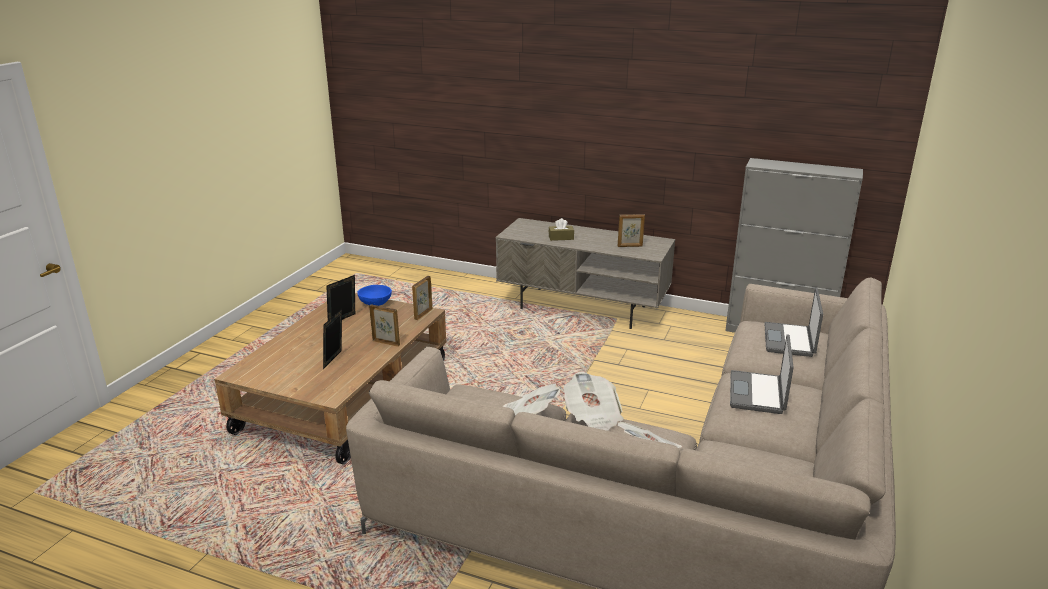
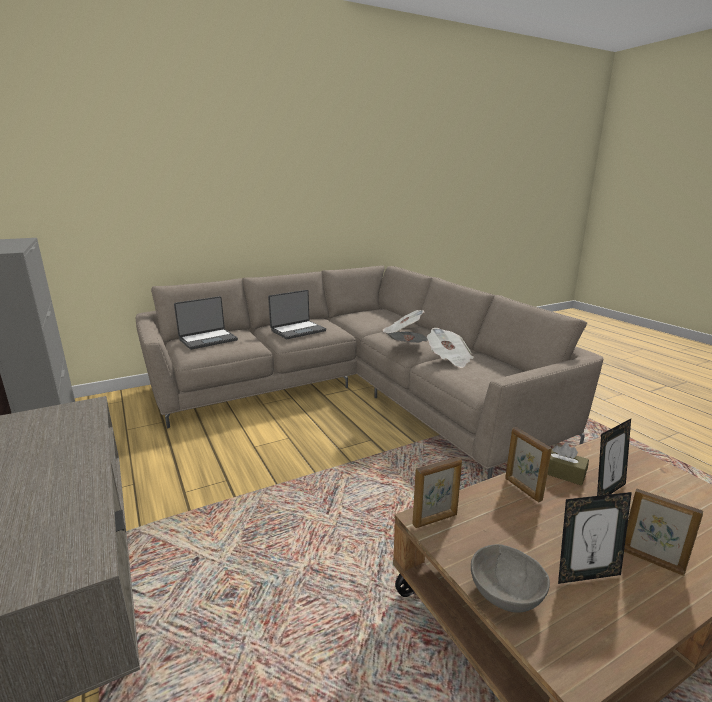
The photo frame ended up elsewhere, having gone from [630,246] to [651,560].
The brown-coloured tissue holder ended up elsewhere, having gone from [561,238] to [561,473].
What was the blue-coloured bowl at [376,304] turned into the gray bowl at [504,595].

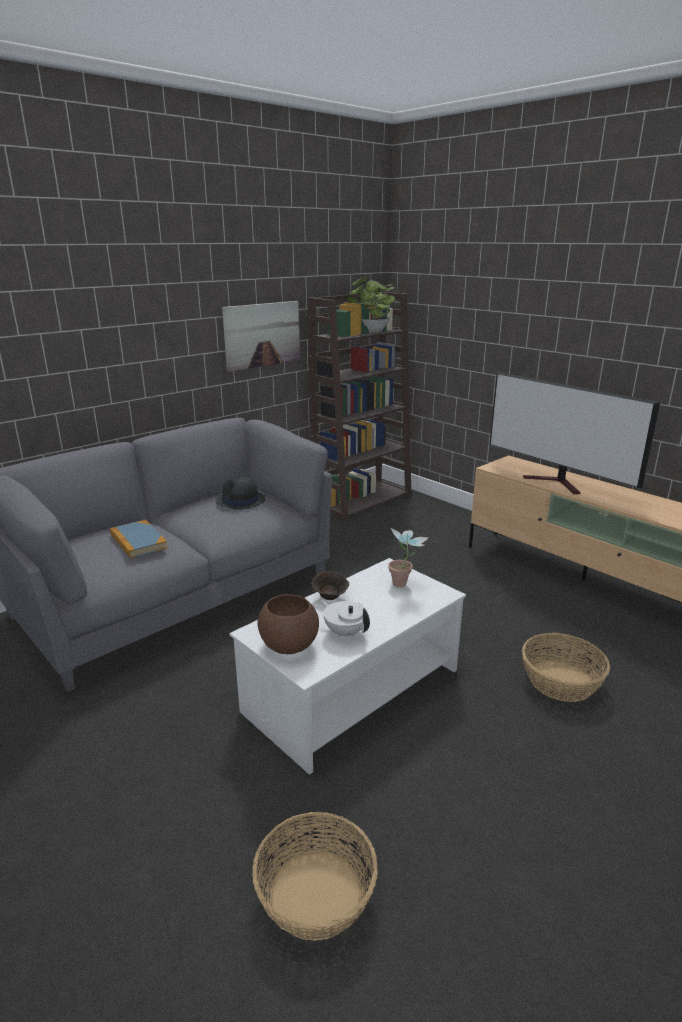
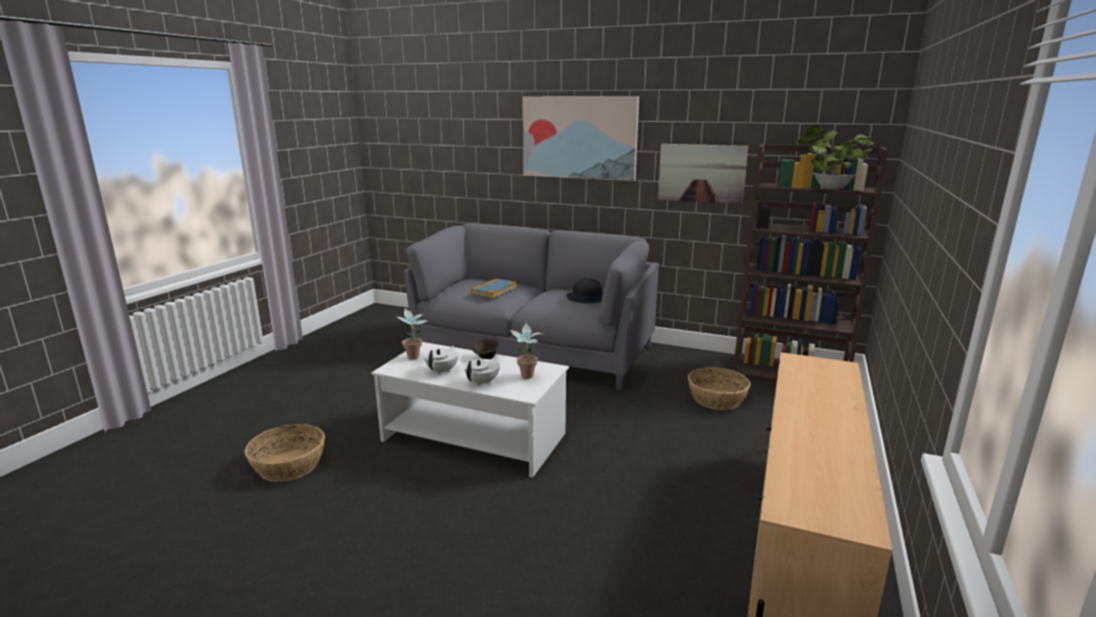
The second view lost the TV set at [557,483].
Where the brown-coloured bowl stood at [288,646], the plant in a pot came to stand at [415,358].
The household basket ended up elsewhere, having gone from [561,681] to [717,399].
The second view gained the wall art at [579,137].
The second view gained the whitish pot for tea at [483,382].

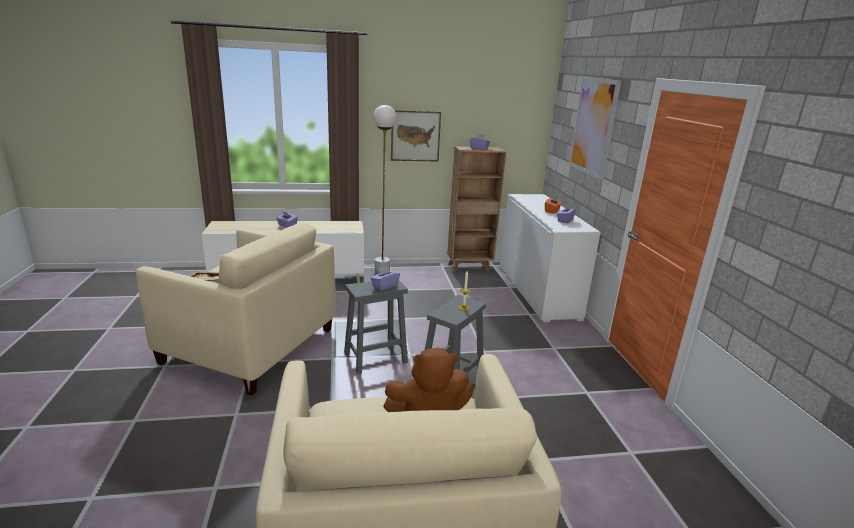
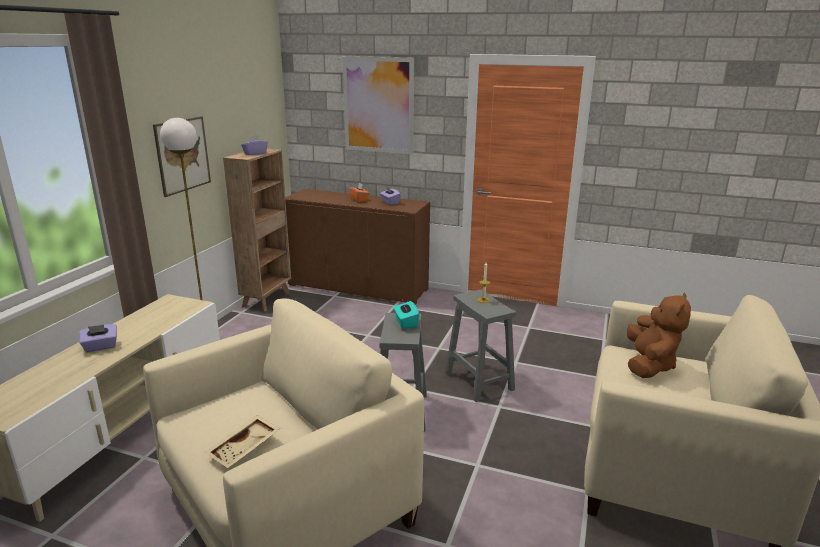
What was the whitish cupboard at [537,291] turned into the brown-coloured cupboard at [358,287].
What was the purple tissue holder at [385,286] turned into the turquoise tissue holder at [406,323].

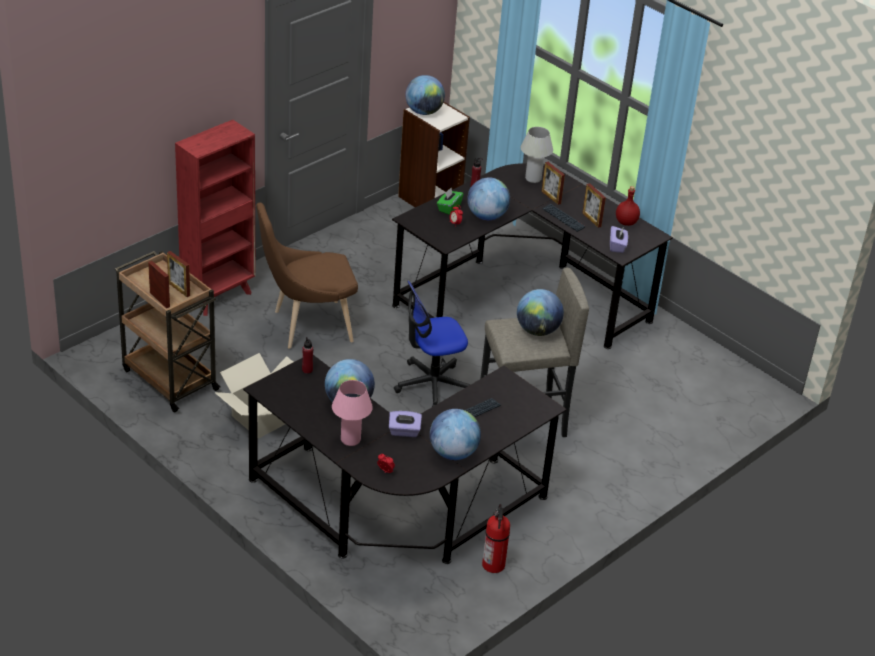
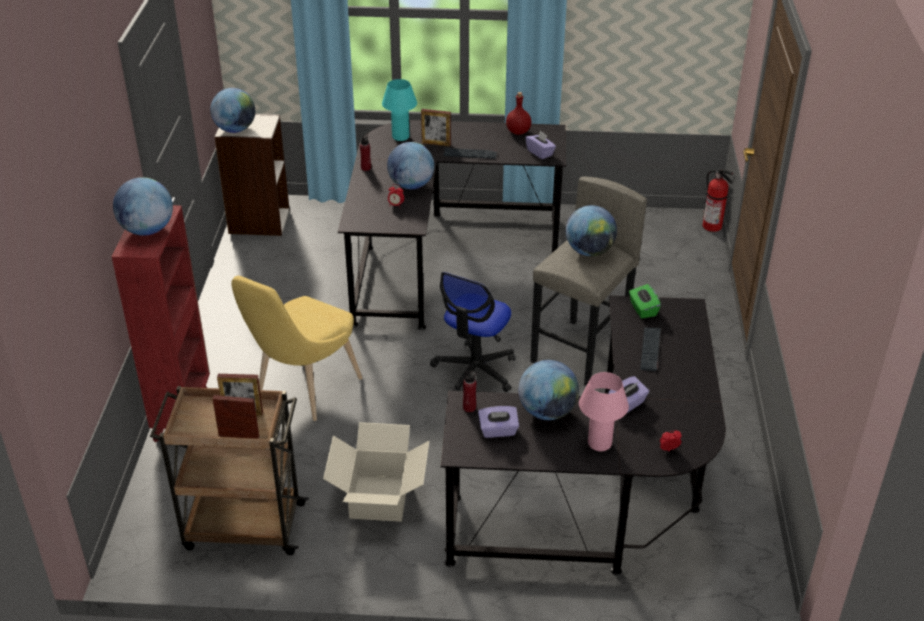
What was the whitish table lamp at [533,179] turned into the turquoise table lamp at [400,137].
The second view lost the photo frame at [591,220].
The green tissue holder ended up elsewhere, having gone from [449,208] to [643,309].
What was the brown-coloured chair at [307,326] turned into the yellow-coloured chair at [303,391].
The globe ended up elsewhere, having gone from [453,453] to [147,230].
The fire-fighting cylinder ended up elsewhere, having gone from [494,565] to [713,226].
The second view gained the purple tissue holder at [498,431].

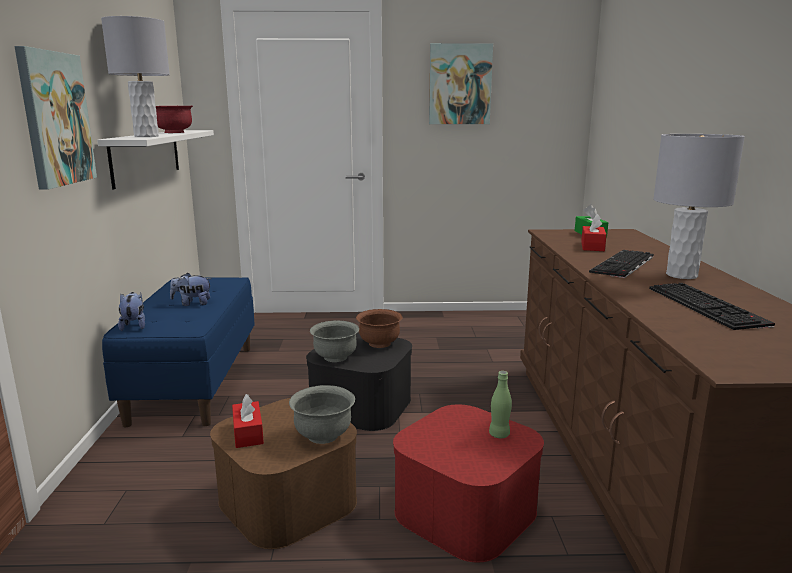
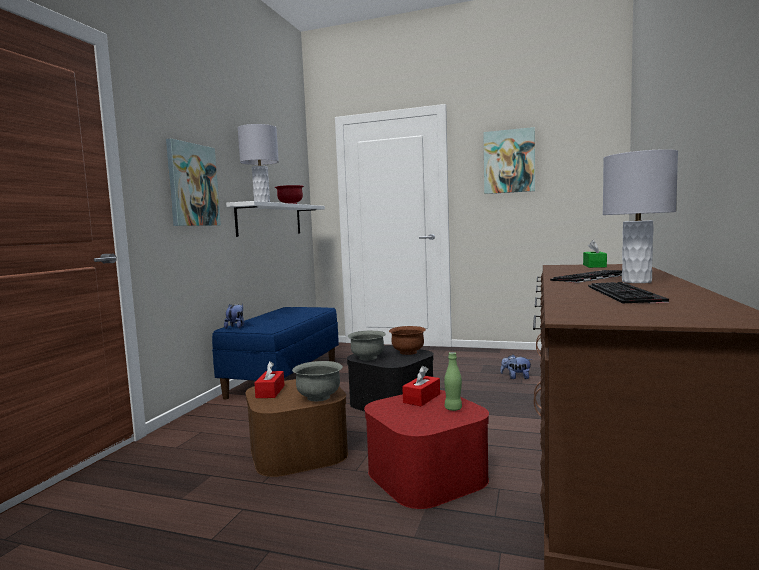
The reddish tissue holder ended up elsewhere, having gone from [592,246] to [422,398].
The soft toy ended up elsewhere, having gone from [192,303] to [516,377].

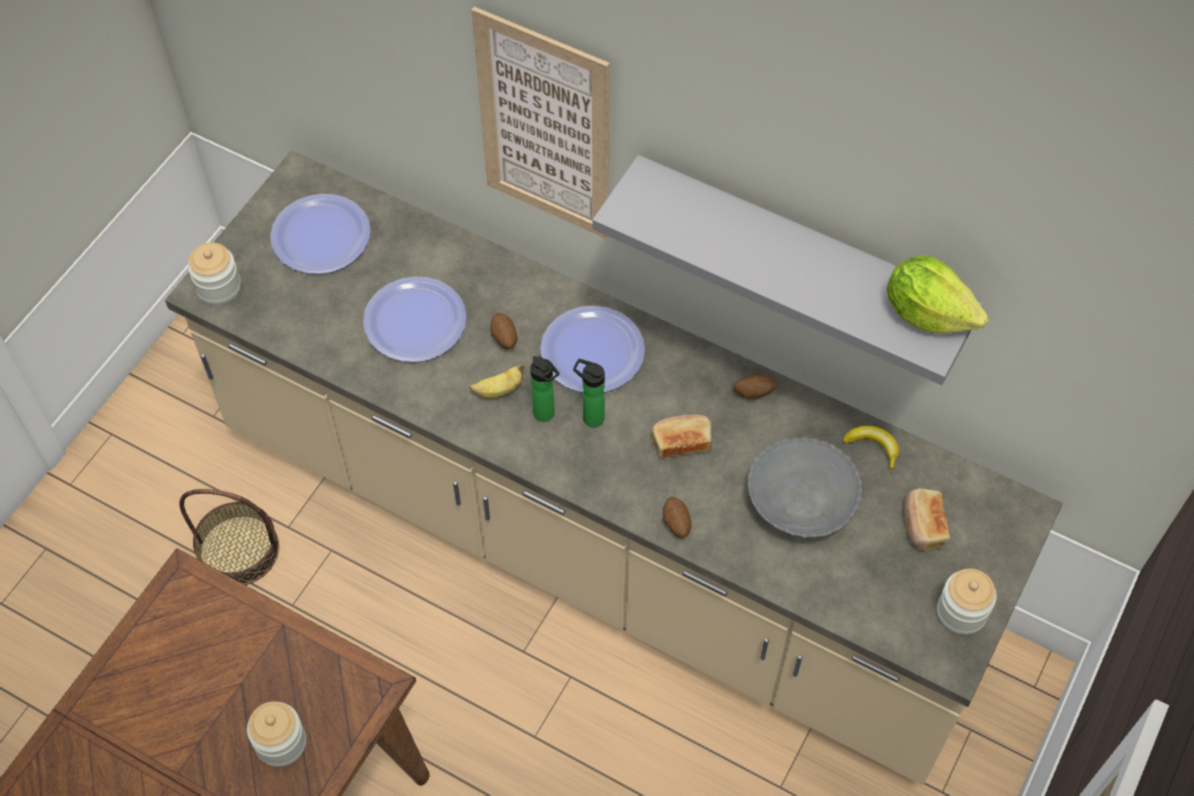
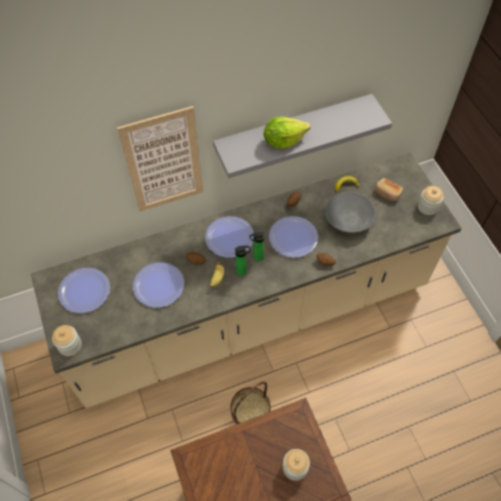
The head of lettuce ended up elsewhere, having gone from [927,313] to [283,141].
Where the bread stood at [681,441], the plate came to stand at [293,237].
The household basket ended up elsewhere, having gone from [239,550] to [250,410].

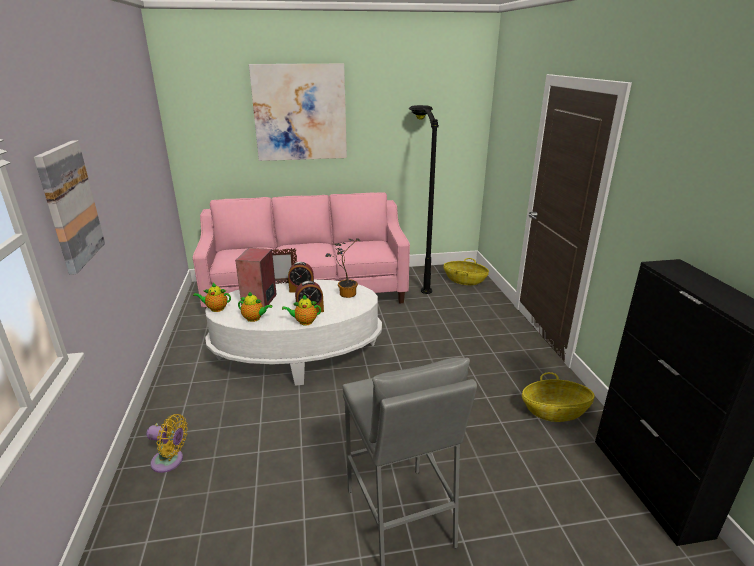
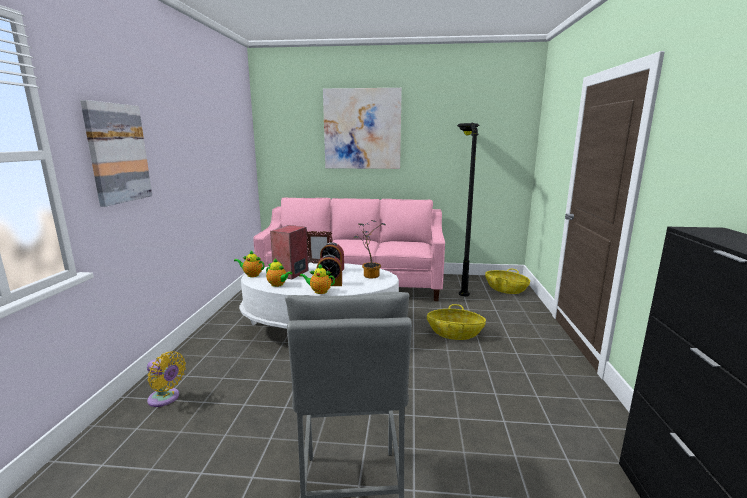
The household basket ended up elsewhere, having gone from [554,411] to [454,334].

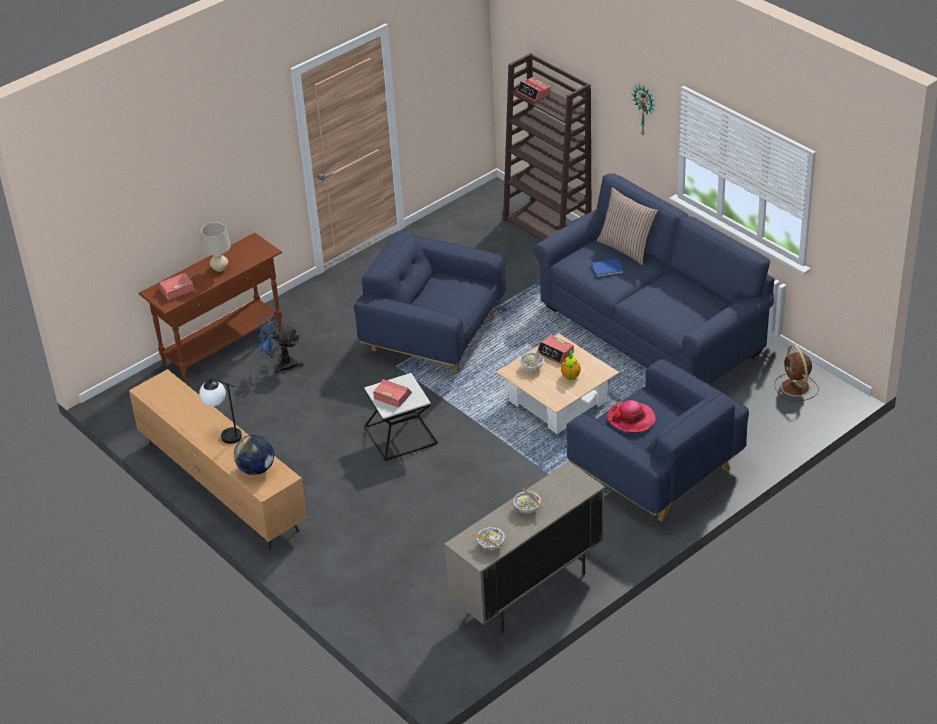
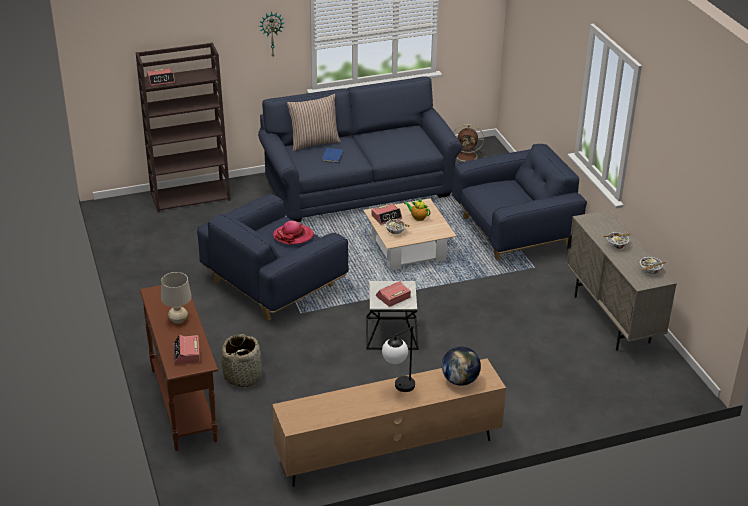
Where the blue-coloured fan stood at [281,365], the household basket came to stand at [242,376].
The wearable hat ended up elsewhere, having gone from [631,419] to [293,236].

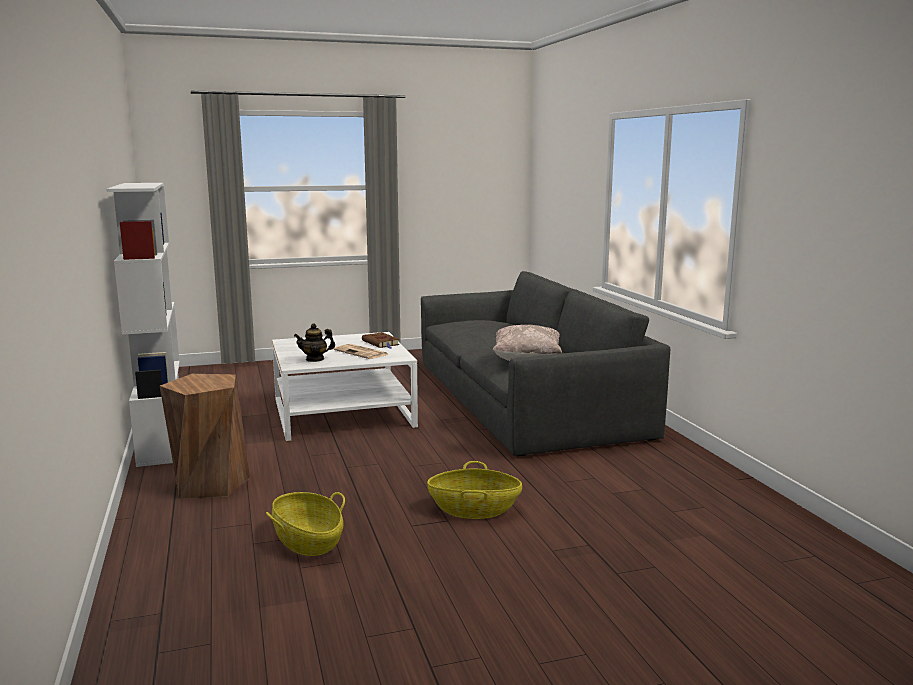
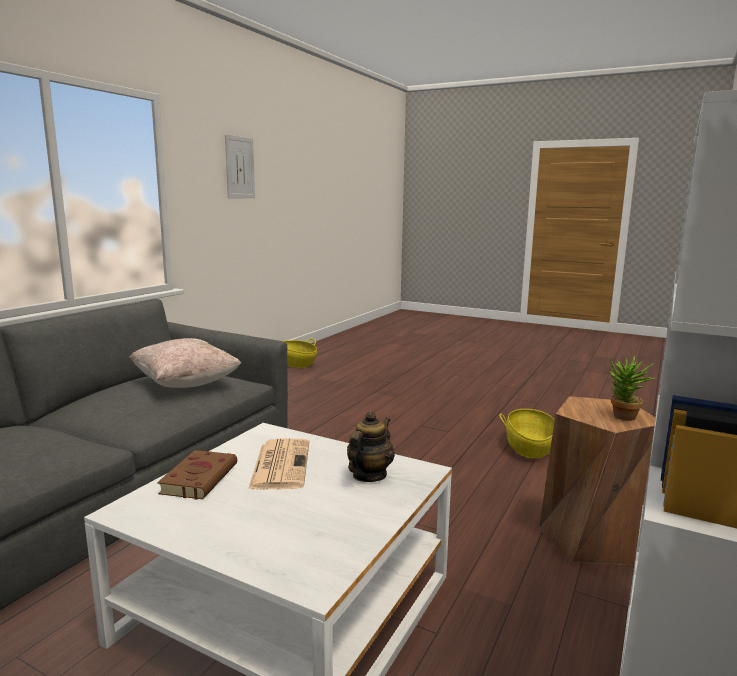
The pot for tea at [315,359] ended up facing another way, 90 degrees counterclockwise from before.
The household basket ended up elsewhere, having gone from [474,509] to [296,363].
The second view gained the wall art at [240,167].
The second view gained the plant in a pot at [623,418].

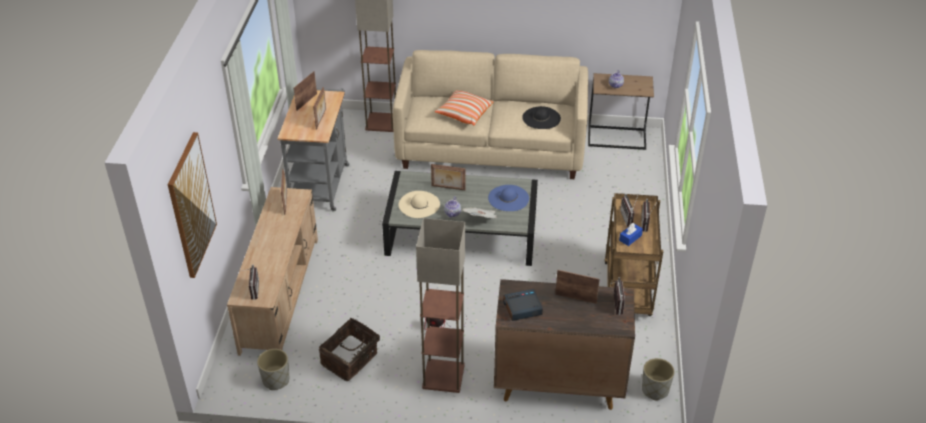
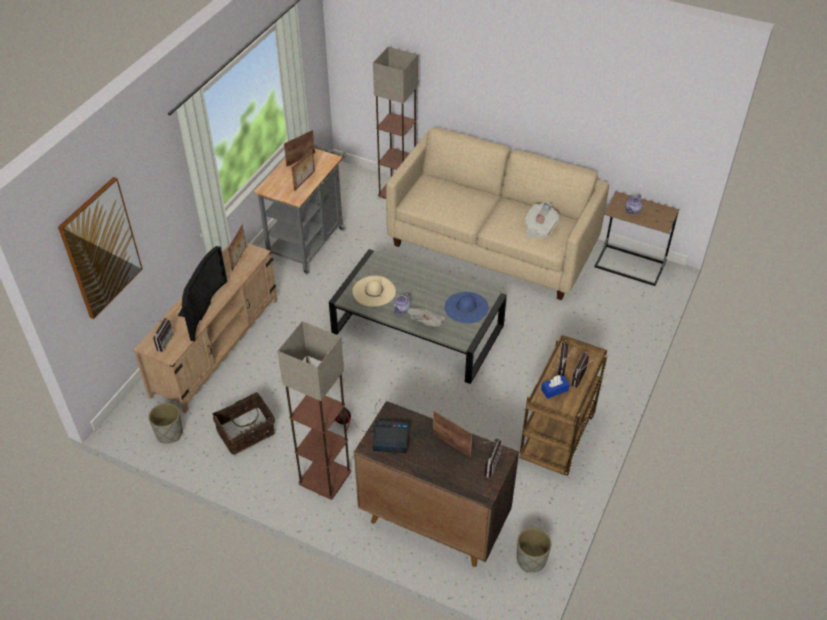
The second view lost the pillow at [464,114].
Where the blackish wearable hat stood at [541,118], the newspaper came to stand at [539,228].
The second view lost the photo frame at [448,188].
The second view gained the TV set at [199,310].

